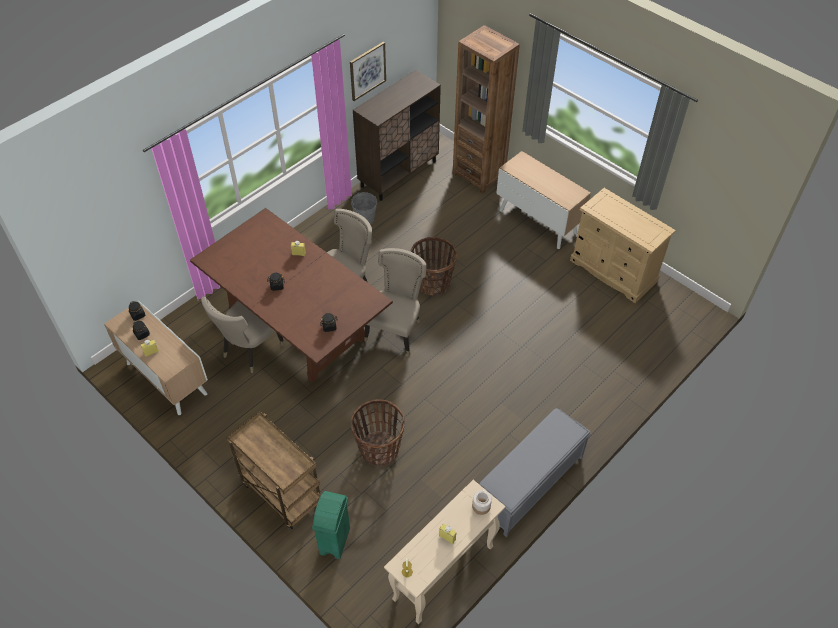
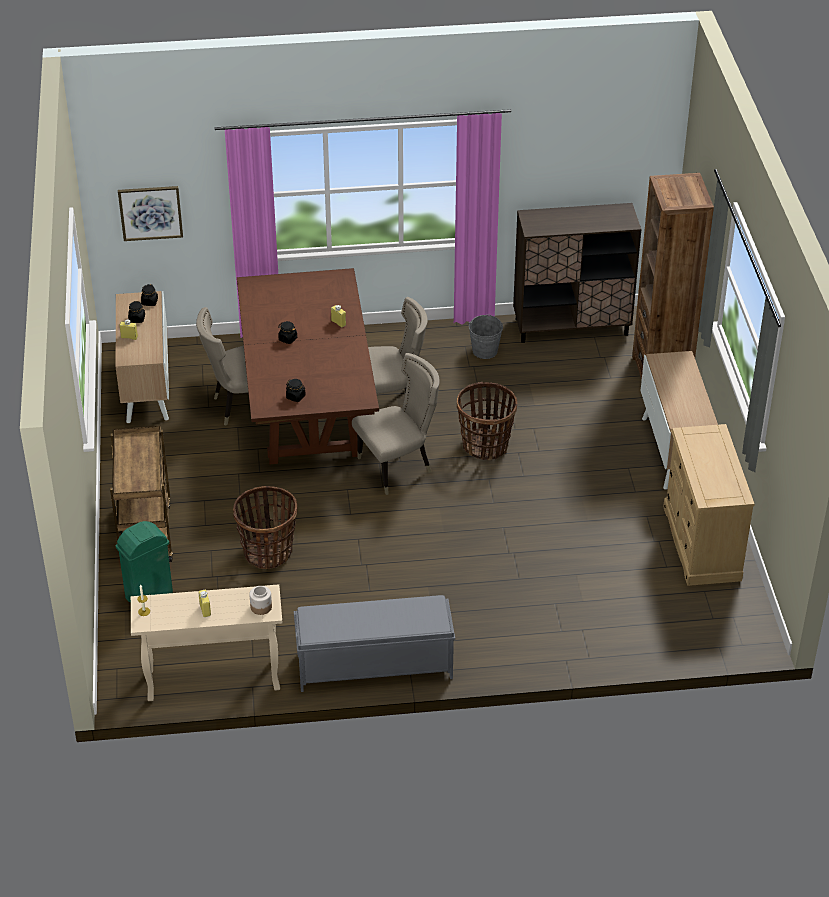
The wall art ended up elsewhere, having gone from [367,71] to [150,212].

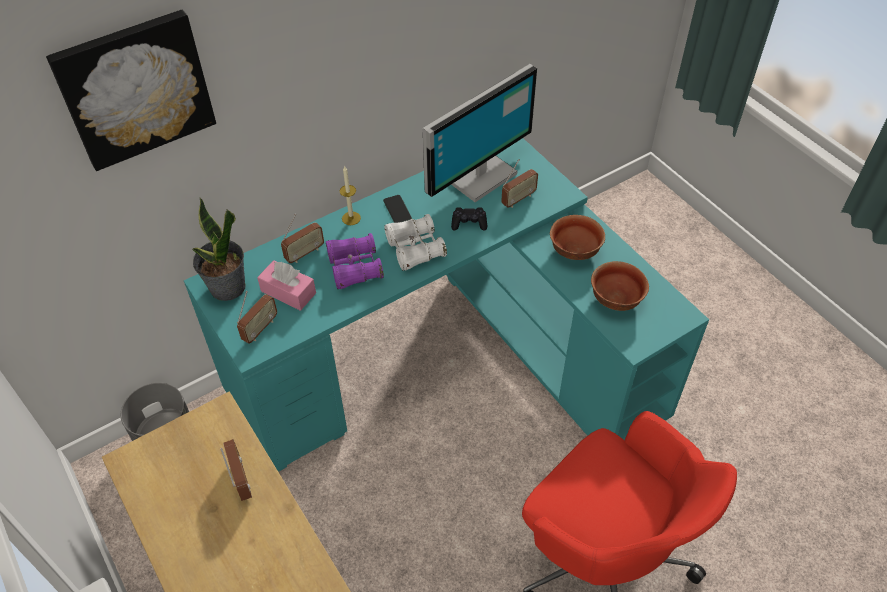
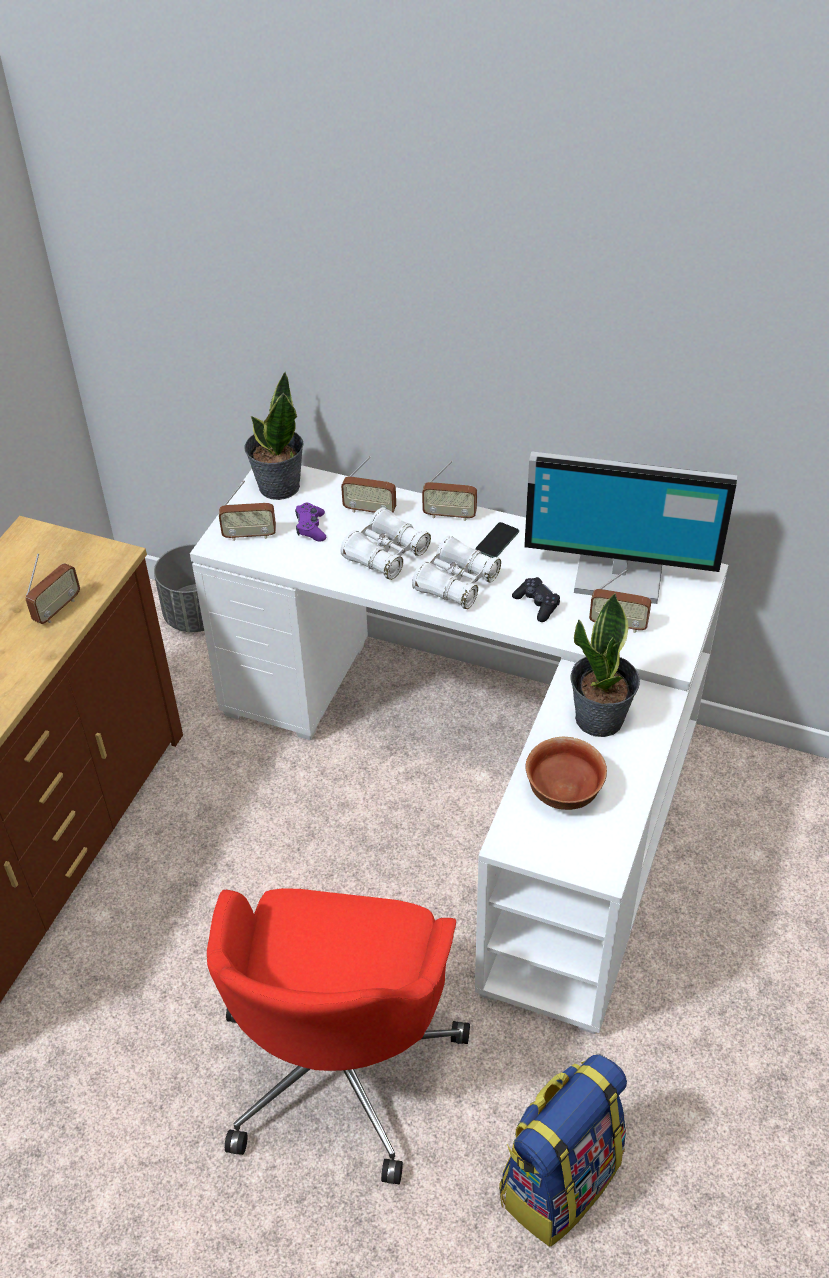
The second view lost the wall art at [135,88].
What was the turquoise desk table at [450,359] turned into the whitish desk table at [484,772].
Where the wax candle stood at [351,218], the radio came to stand at [449,515].
Where the bowl stood at [574,251], the plant in a pot came to stand at [600,719].
What was the purple field glasses at [355,268] turned into the whitish field glasses at [386,554].
Where the pink tissue holder stood at [288,292], the purple joypad came to stand at [311,528].
The second view gained the knapsack at [559,1179].

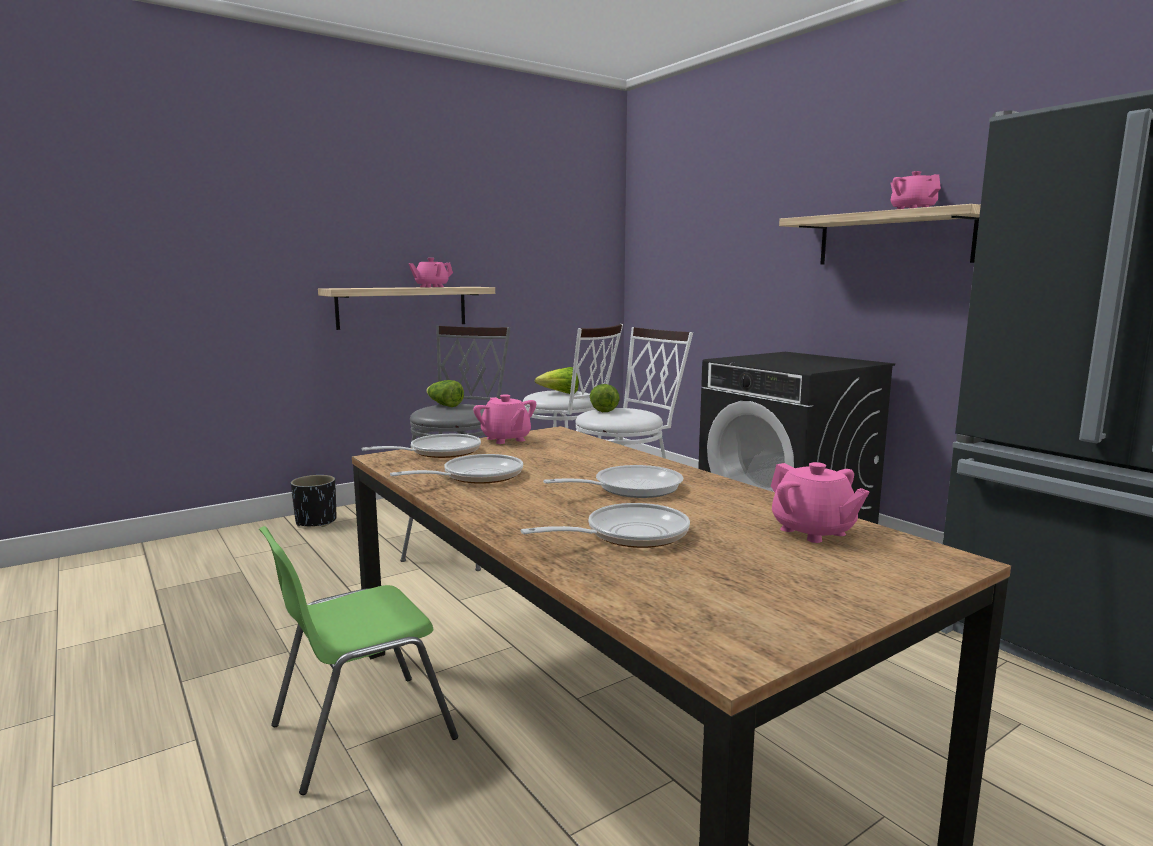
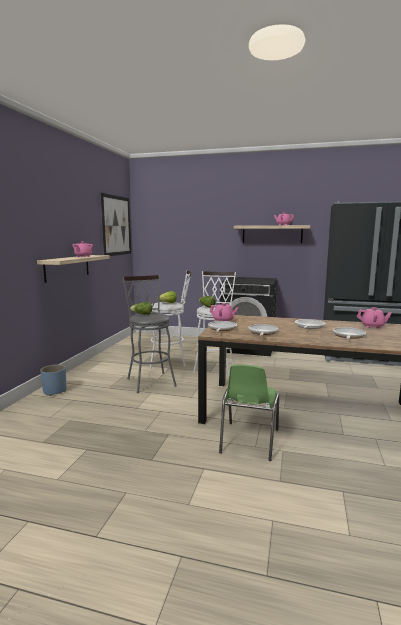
What was the blackish plant pot at [316,522] turned into the blue-coloured plant pot at [55,391].
The second view gained the wall art at [116,225].

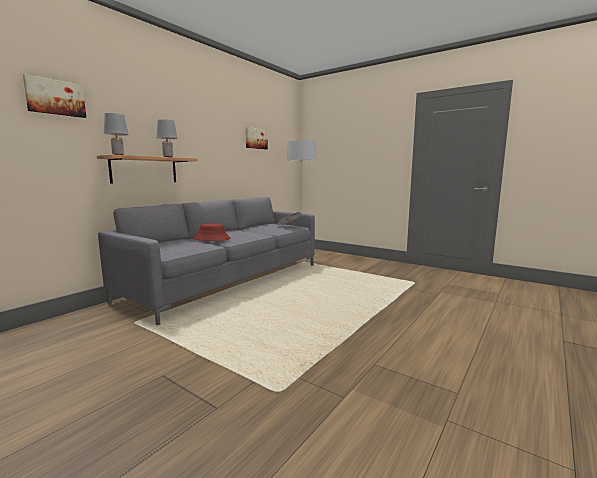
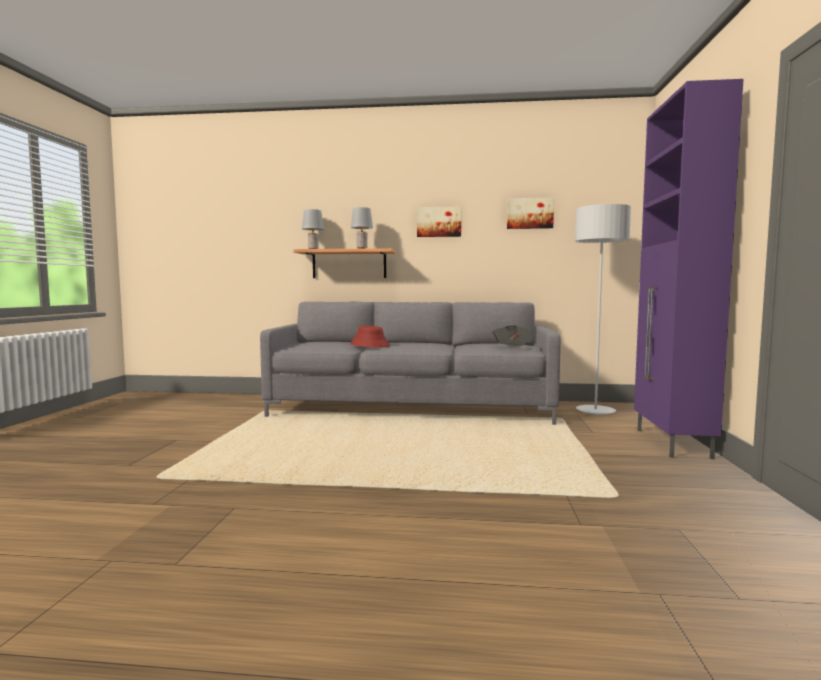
The wall art ended up elsewhere, having gone from [55,97] to [439,222].
The second view gained the purple cupboard at [672,443].

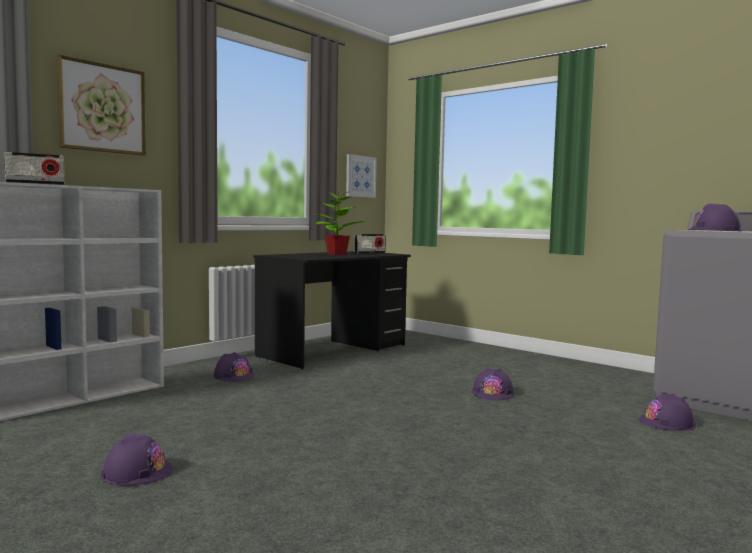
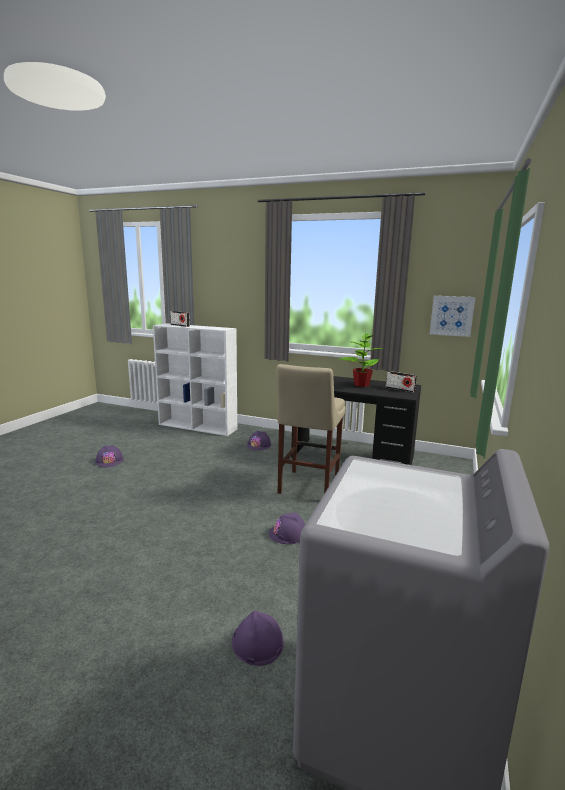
The second view lost the wall art at [102,108].
The second view lost the purple work helmet at [714,230].
The second view gained the beige sitting stool at [307,487].

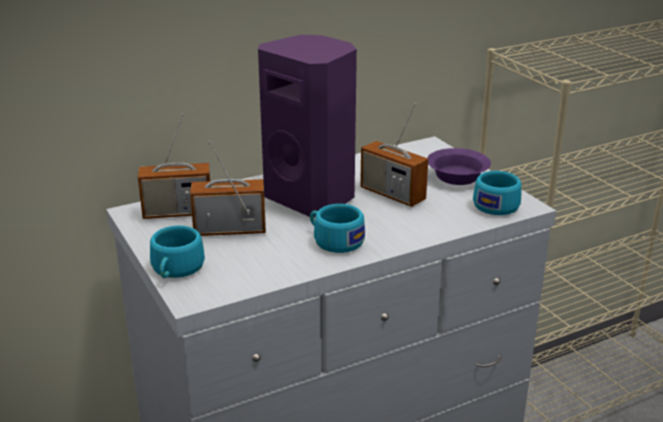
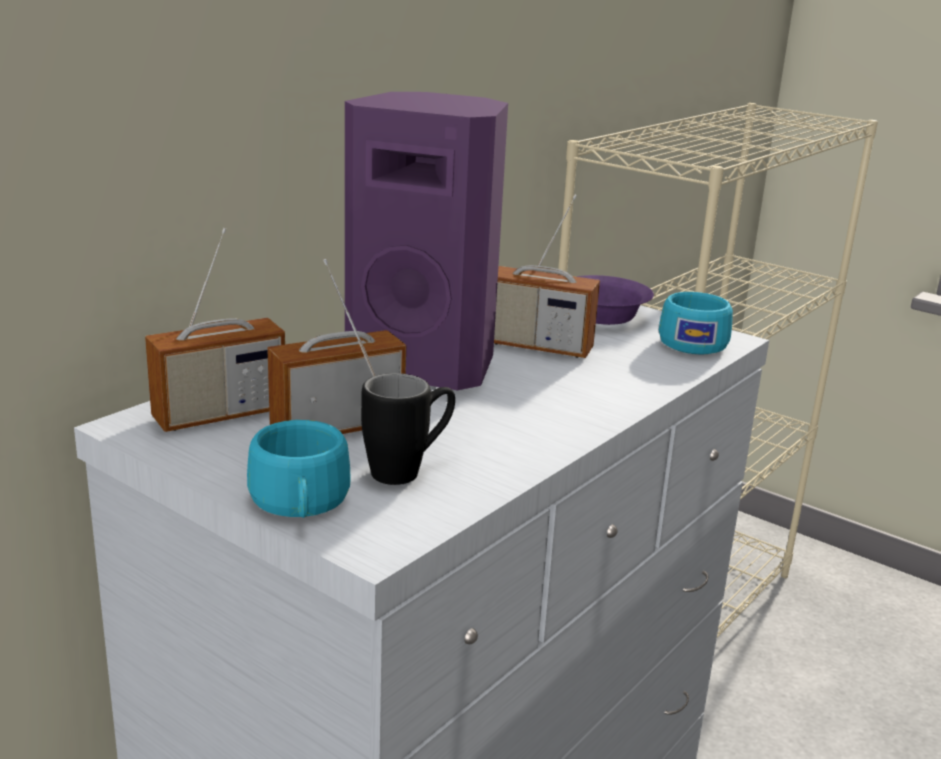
The second view lost the turquoise drinking cup at [334,240].
The second view gained the blackish tea mug at [409,470].

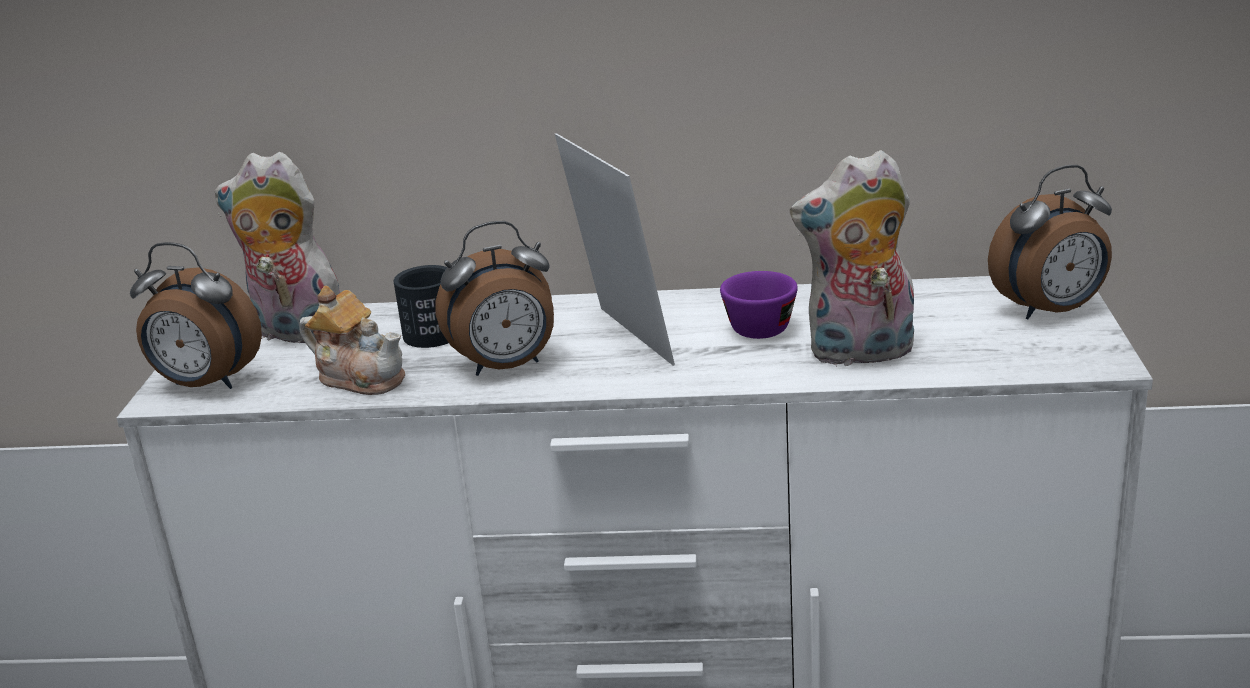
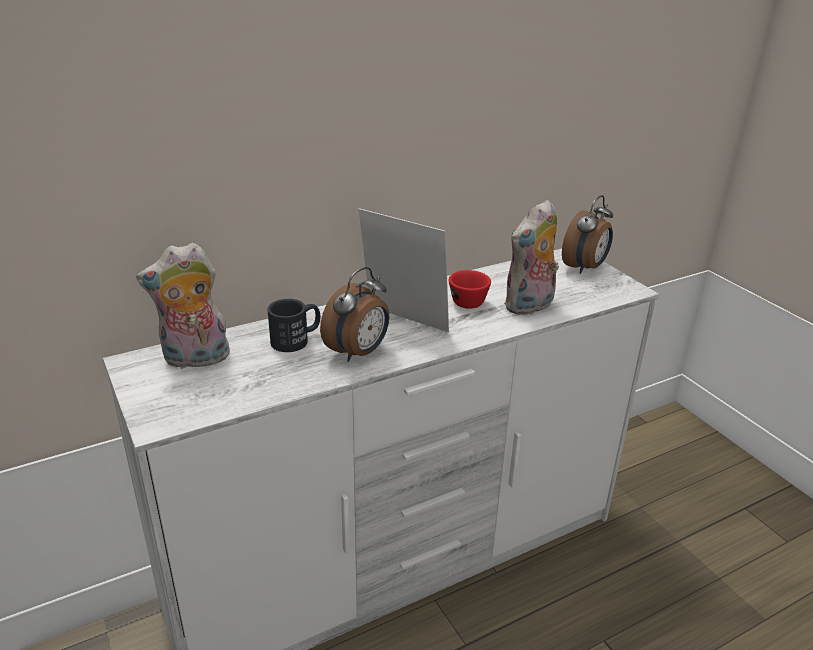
The second view lost the table clock at [206,384].
What was the purple drinking cup at [761,325] turned into the reddish drinking cup at [465,300].
The second view lost the pot for tea at [361,377].

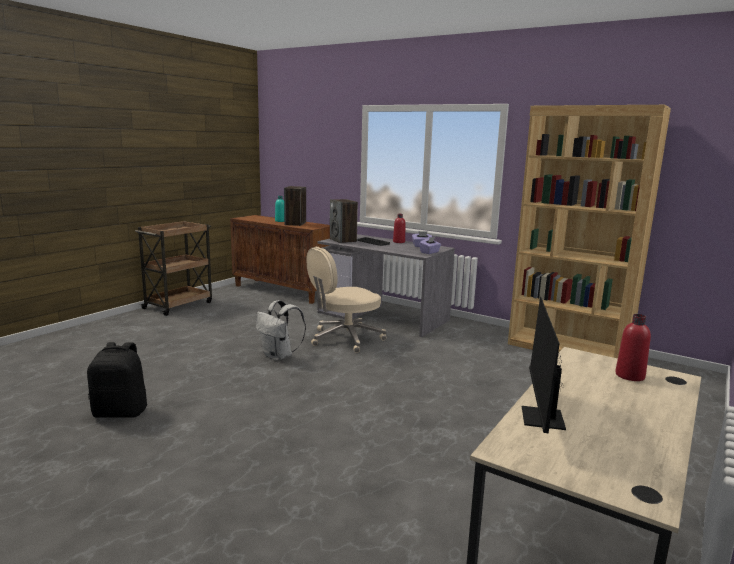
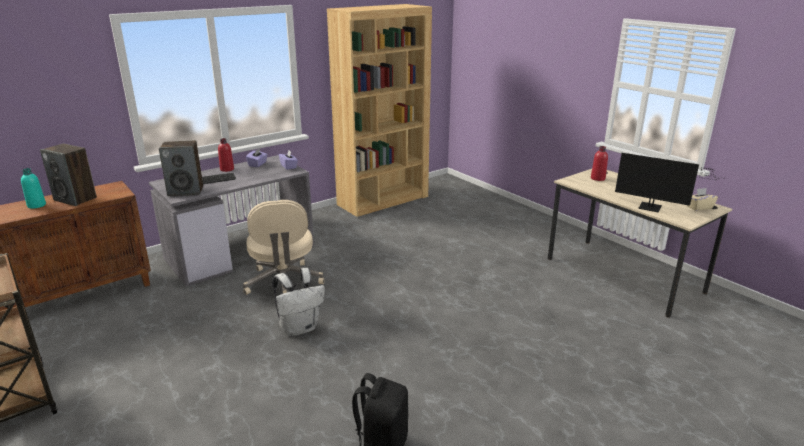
The second view gained the beige tissue holder at [699,207].

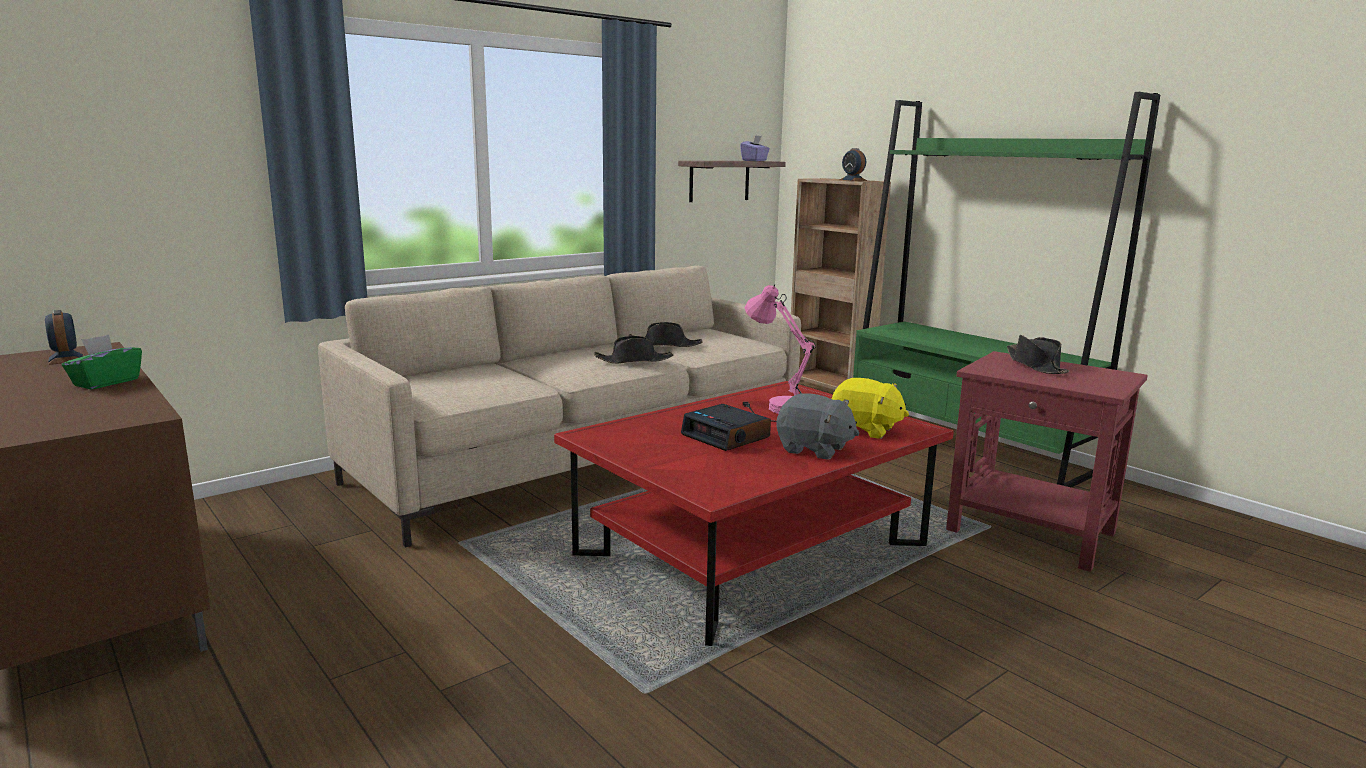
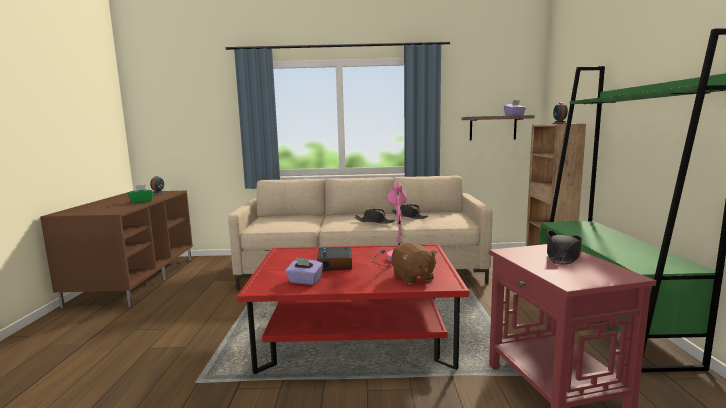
What was the yellow-coloured soft toy at [865,430] turned into the brown-coloured soft toy at [412,278].
The second view lost the gray soft toy at [814,449].
The second view gained the purple tissue holder at [304,281].

